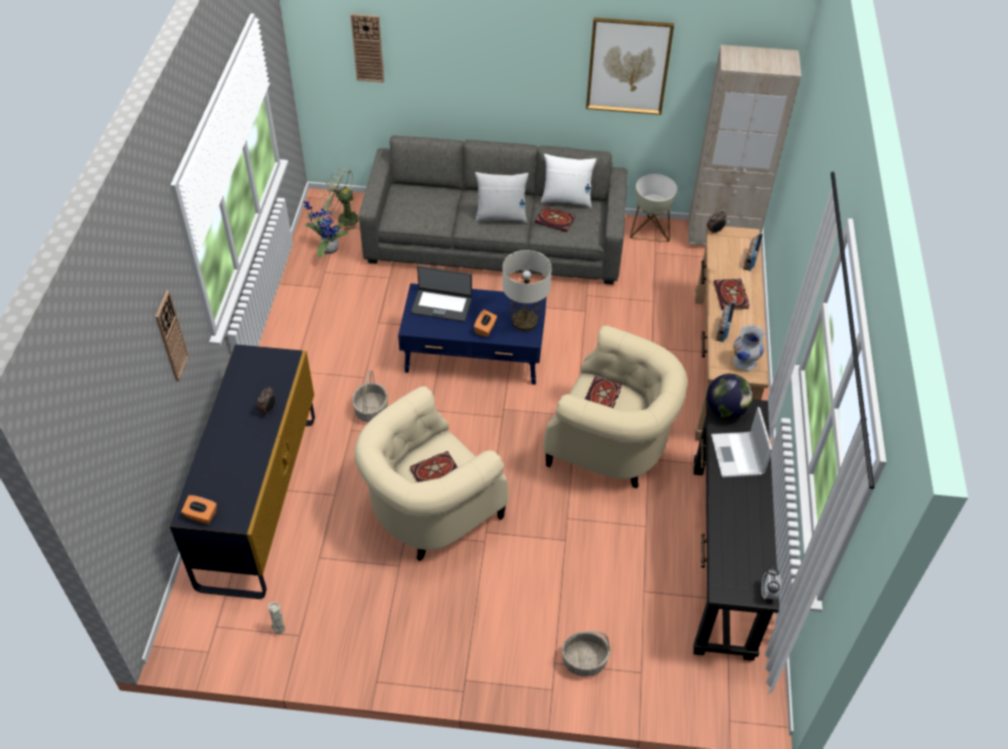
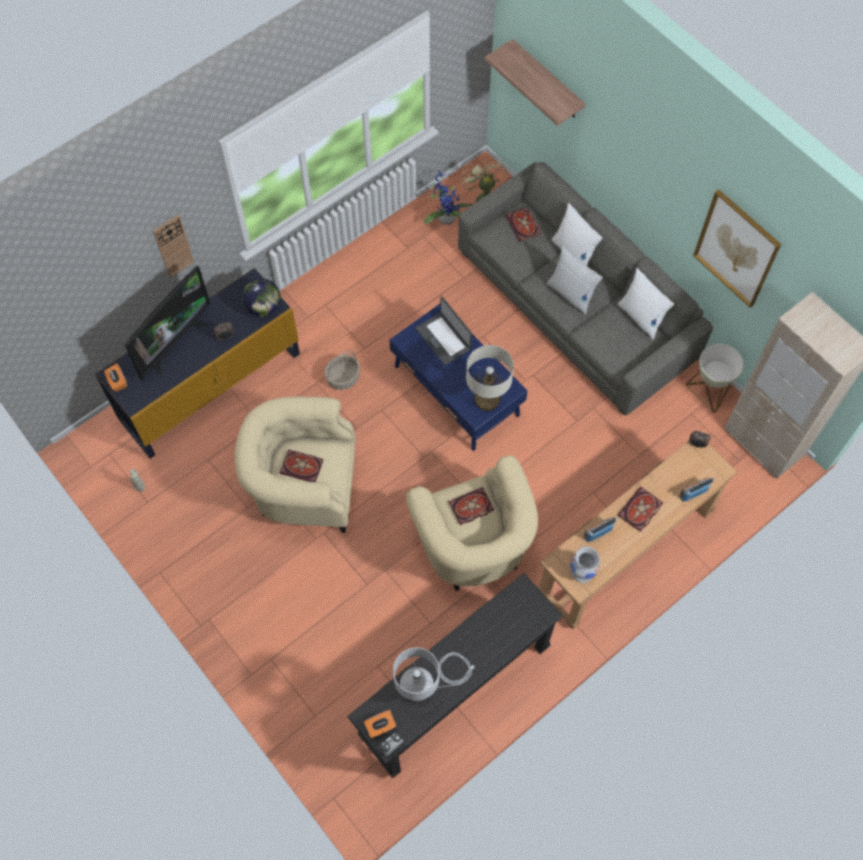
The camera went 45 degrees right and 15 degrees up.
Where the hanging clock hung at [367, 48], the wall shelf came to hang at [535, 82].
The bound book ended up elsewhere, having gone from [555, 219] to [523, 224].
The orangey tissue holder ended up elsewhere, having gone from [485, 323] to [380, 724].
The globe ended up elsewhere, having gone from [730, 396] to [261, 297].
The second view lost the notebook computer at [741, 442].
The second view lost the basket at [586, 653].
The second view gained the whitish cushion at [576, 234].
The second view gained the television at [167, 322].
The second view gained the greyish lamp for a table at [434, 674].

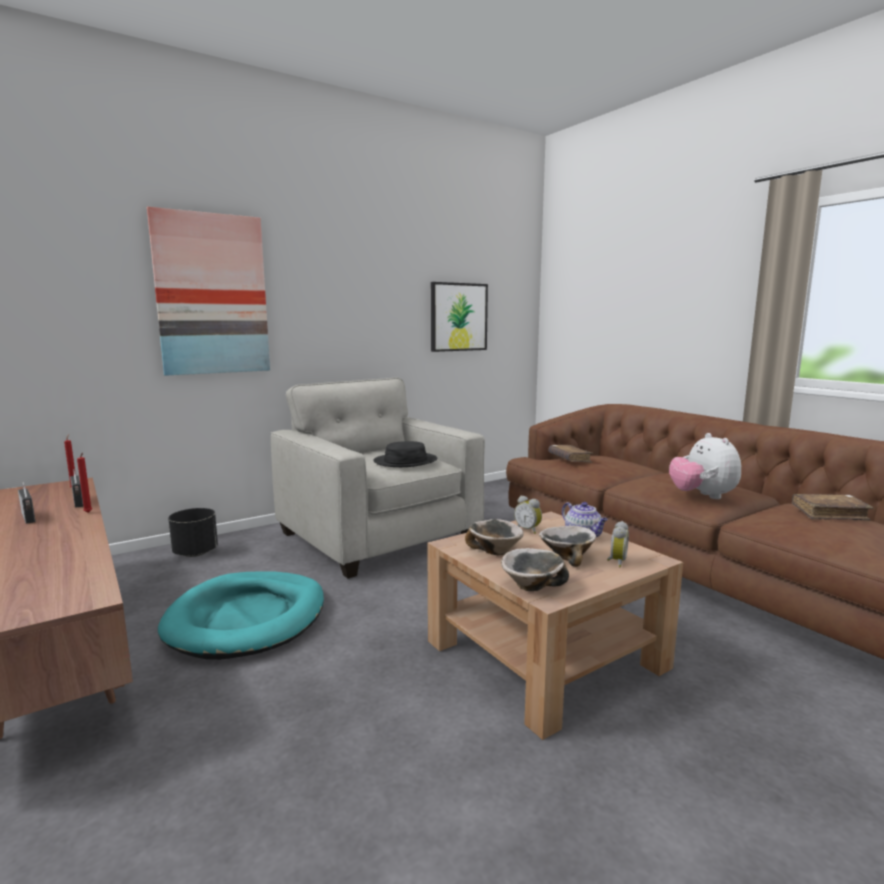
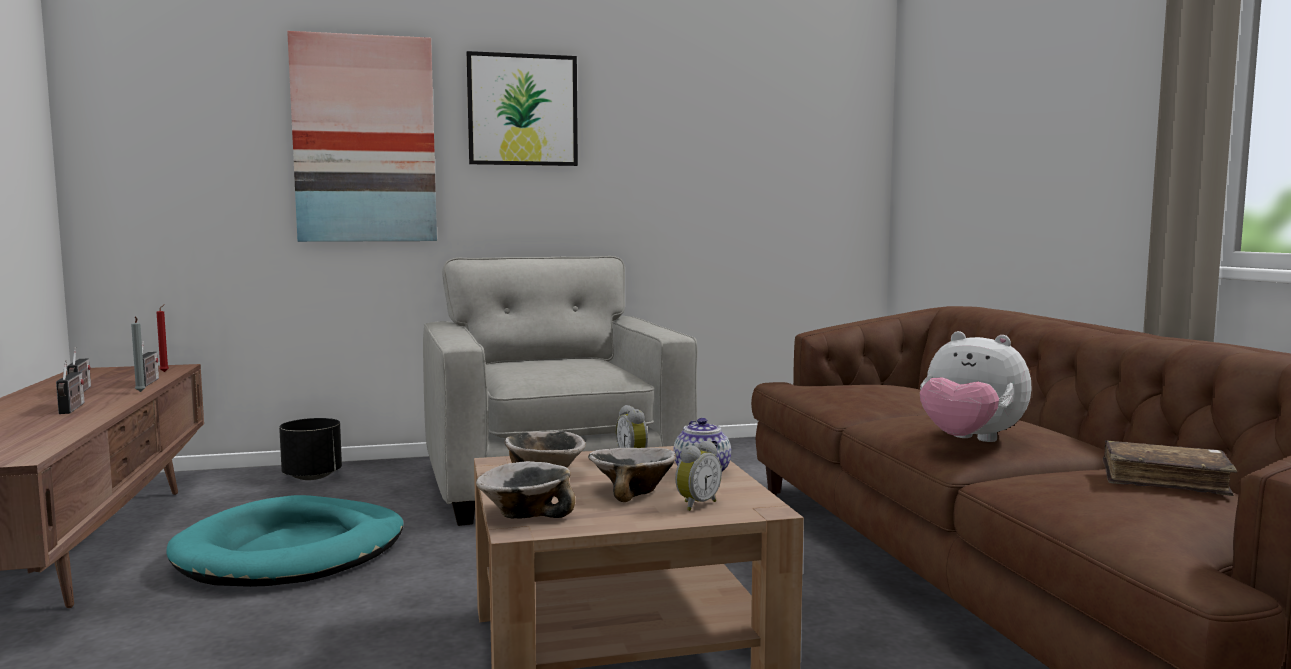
The camera went 20 degrees right and 5 degrees down.
The wall picture ended up elsewhere, having gone from [459, 317] to [522, 108].
The cuddly toy at [705, 466] ended up facing another way, 60 degrees counterclockwise from before.
The second view lost the black-coloured hat at [405, 454].
The second view lost the brown-coloured bound book at [570, 454].
What was the reddish wax candle at [84, 483] turned into the greyish wax candle at [138, 354].
The second view gained the radio set at [70, 387].

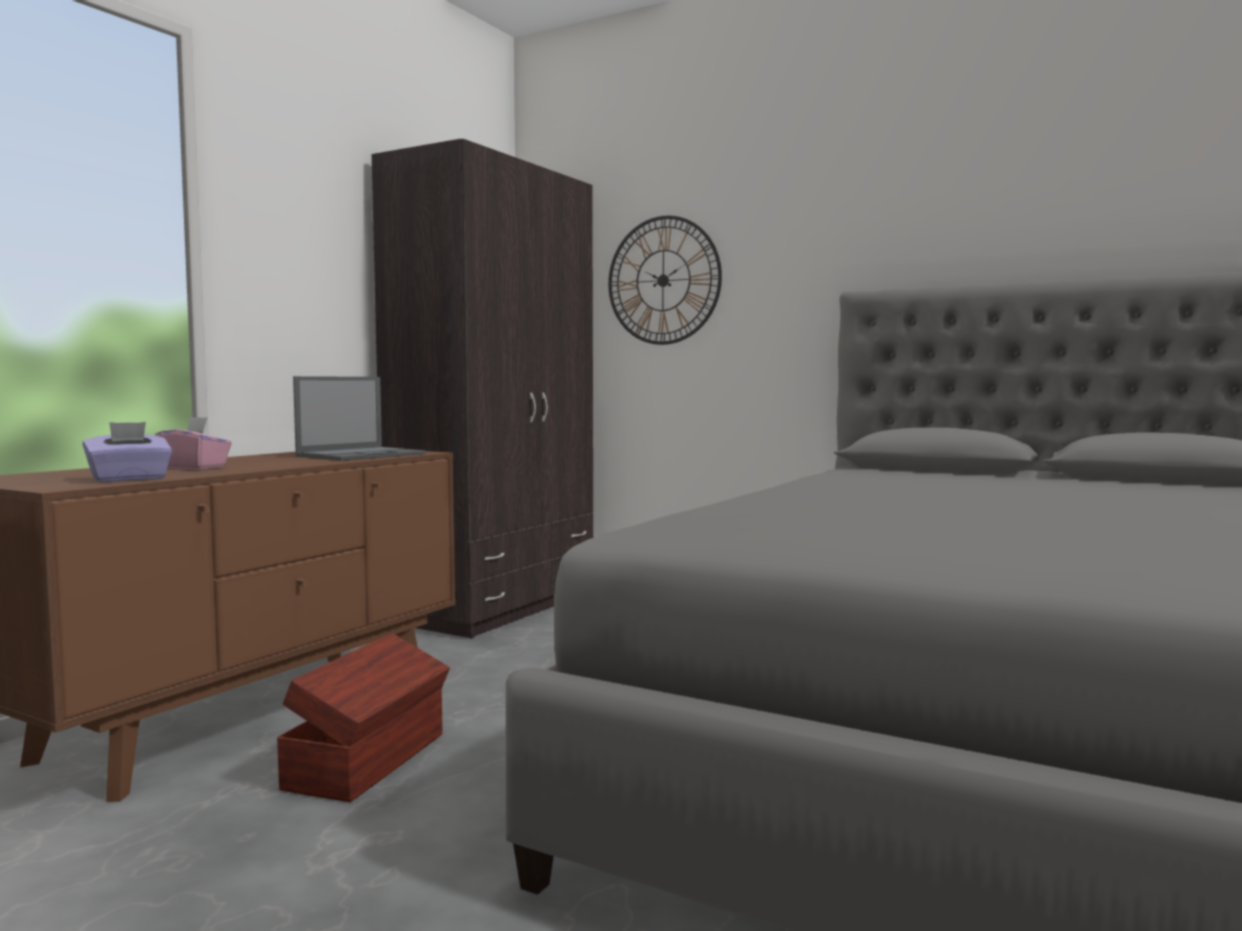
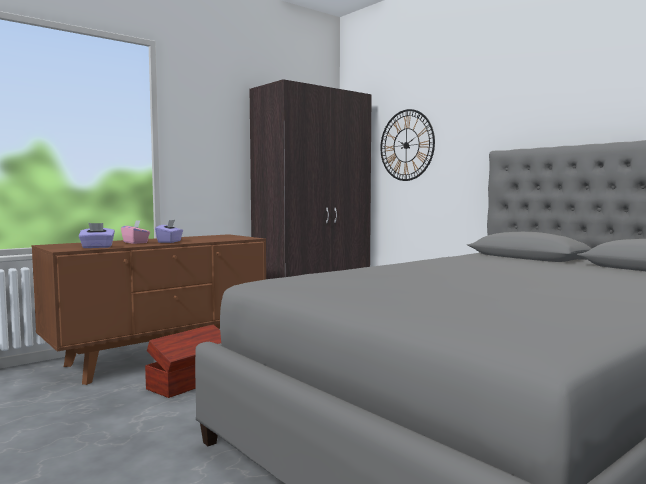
The camera went 20 degrees right and 0 degrees up.
The second view lost the notebook computer at [359, 418].
The second view gained the purple tissue holder at [169, 231].

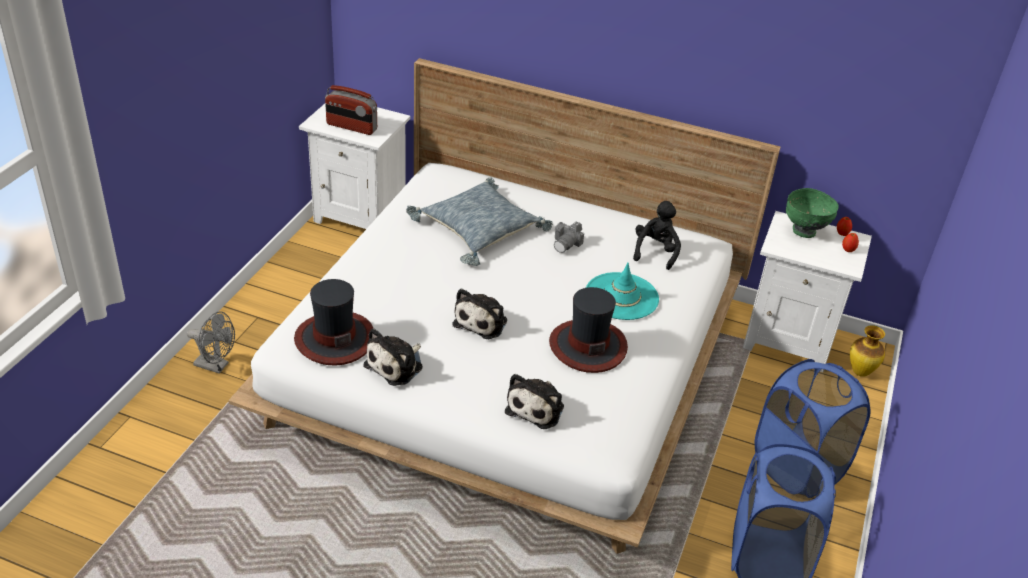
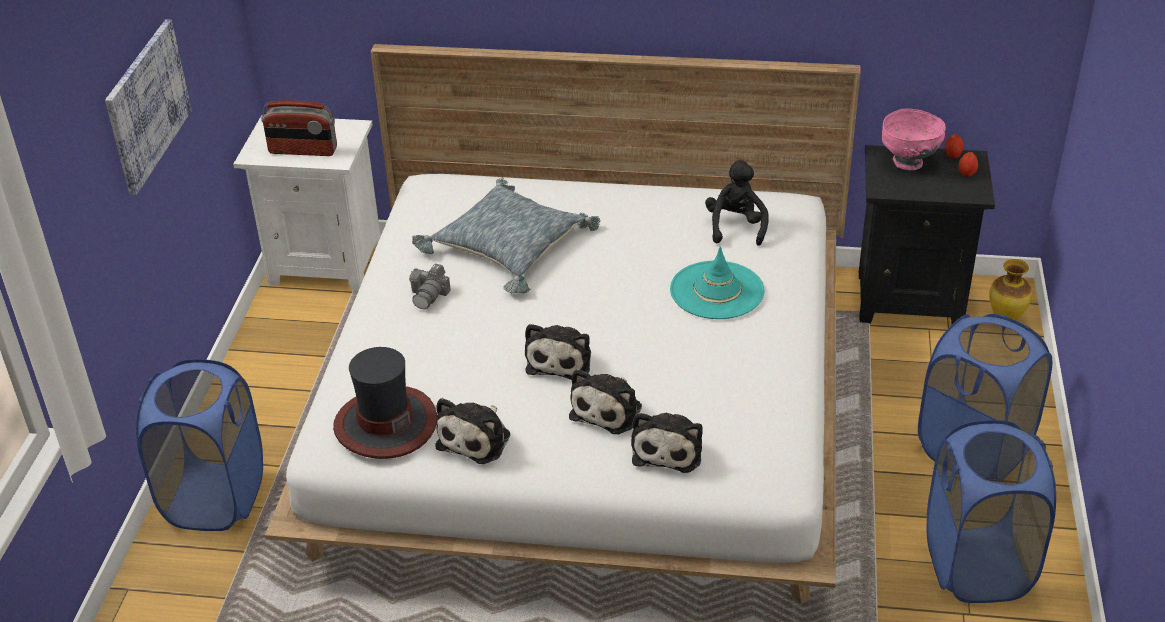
The camera went 10 degrees left and 0 degrees up.
What was the greenish deep dish at [812, 213] turned into the pink-coloured deep dish at [914, 139].
What was the whitish nightstand at [807, 287] turned into the black-coloured nightstand at [927, 235].
The still camera ended up elsewhere, having gone from [569, 237] to [430, 287].
The second view lost the hat at [588, 330].
Where the greyish cooling fan stood at [211, 342], the blue-coloured hamper came to stand at [199, 445].
The second view gained the wall picture at [148, 107].
The second view gained the cuddly toy at [605, 401].

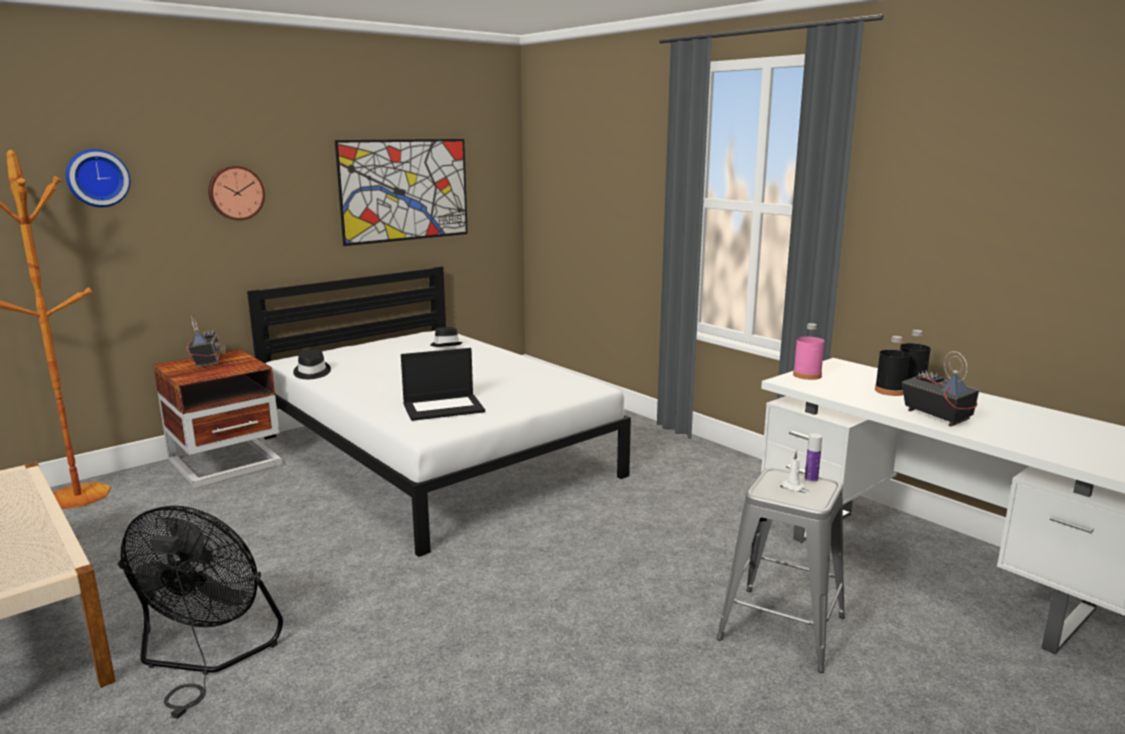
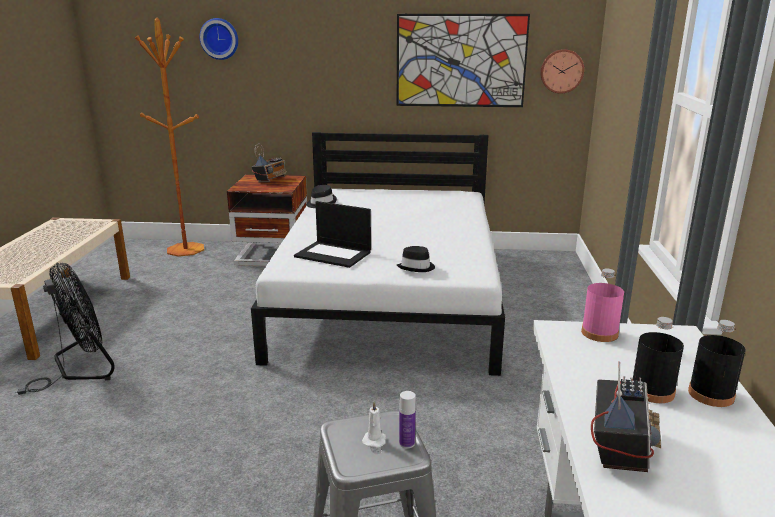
The camera went 45 degrees right and 5 degrees up.
The hanging clock ended up elsewhere, having gone from [236, 193] to [562, 71].
The black-coloured hat ended up elsewhere, having gone from [446, 337] to [416, 259].

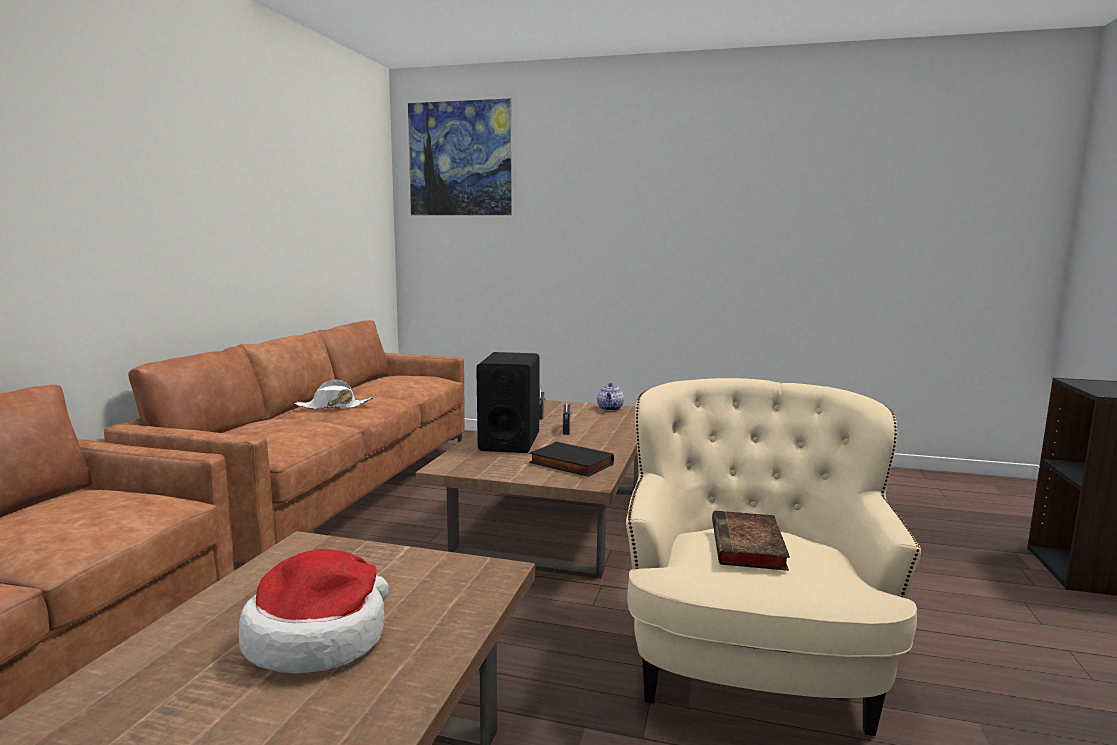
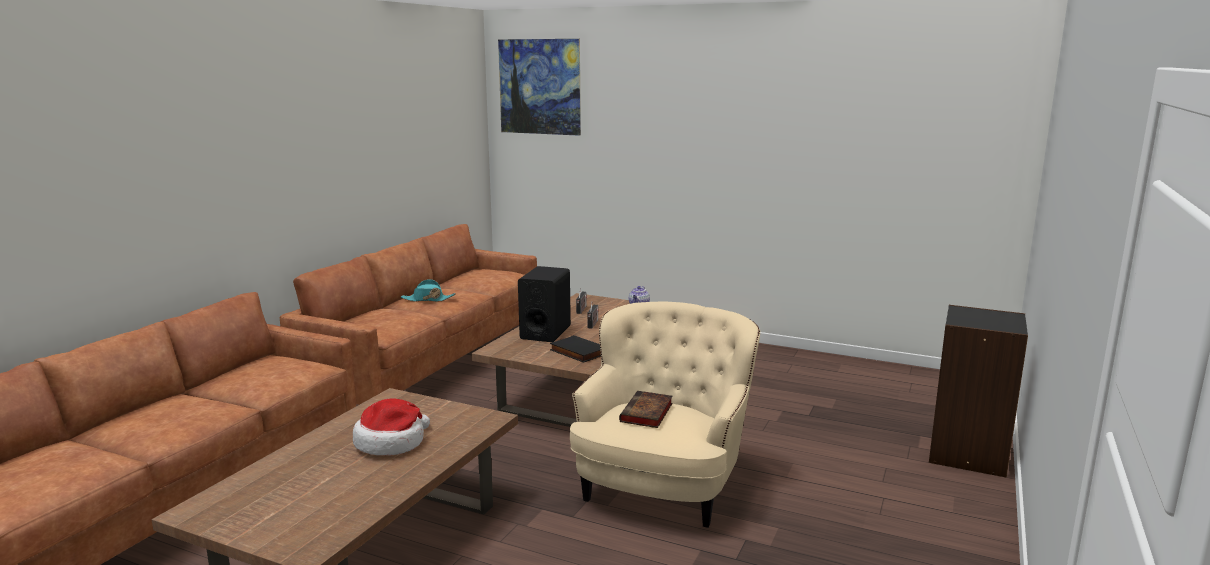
The camera went 10 degrees right and 5 degrees up.
What was the whitish hat at [333, 394] turned into the turquoise-coloured hat at [428, 290].

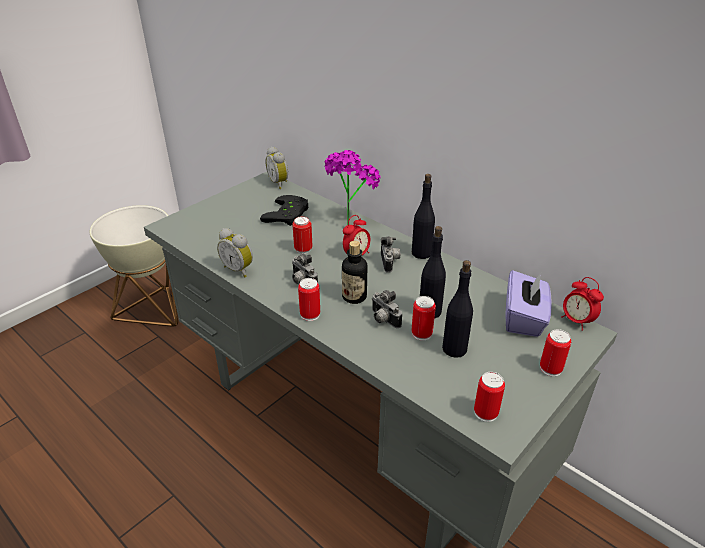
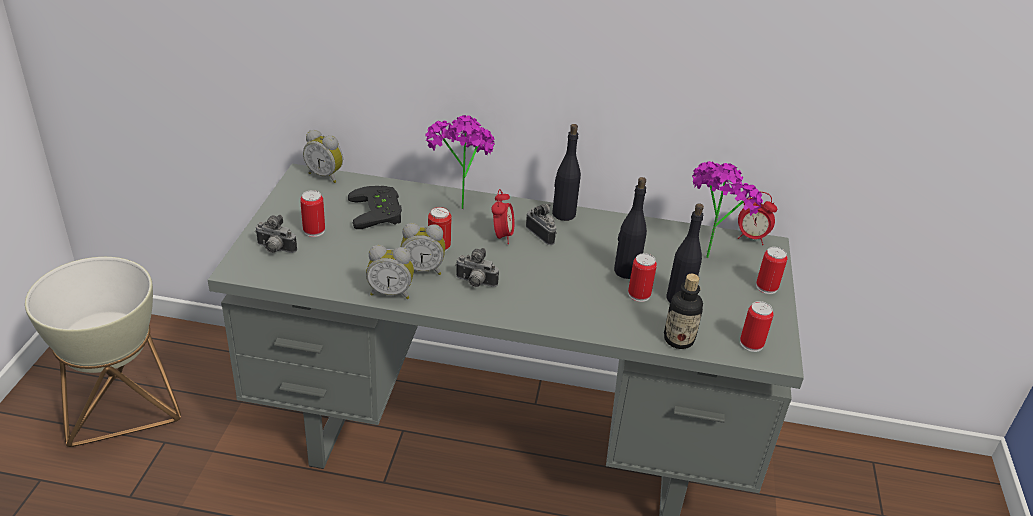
The camera went 35 degrees left and 0 degrees up.
The drink bottle ended up elsewhere, having gone from [354, 272] to [683, 311].
Where the purple tissue holder stood at [529, 303], the houseplant came to stand at [727, 209].
The sealed can ended up elsewhere, having gone from [309, 299] to [312, 213].
The still camera ended up elsewhere, having gone from [387, 309] to [276, 234].
The second view gained the bedside clock at [423, 249].

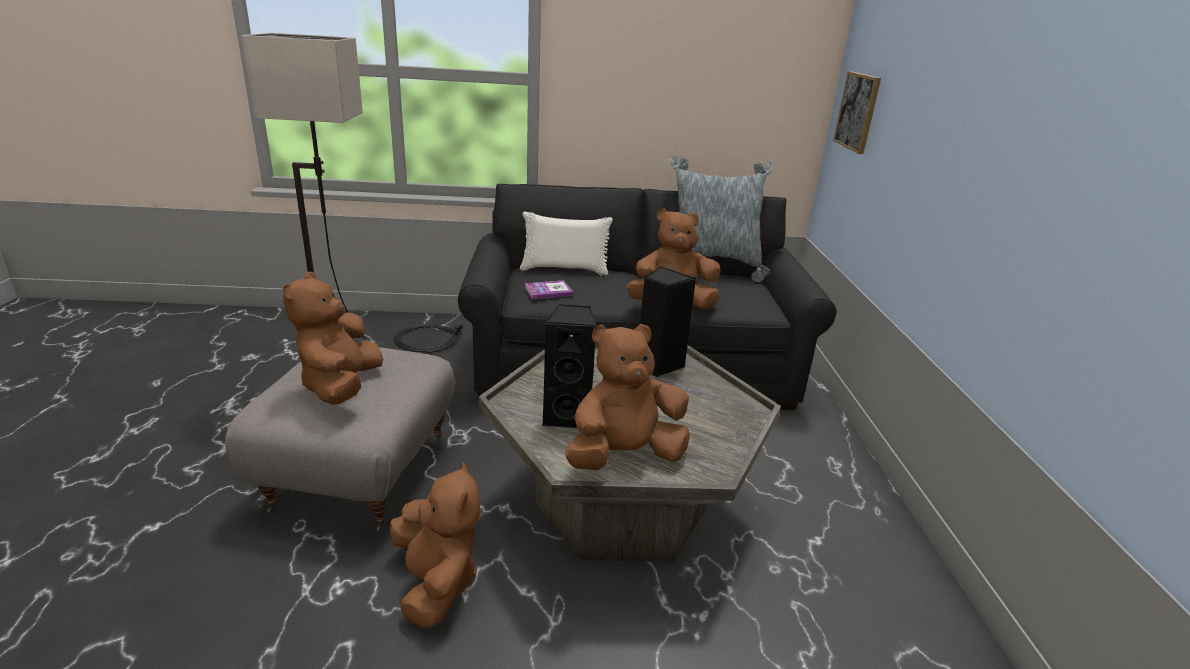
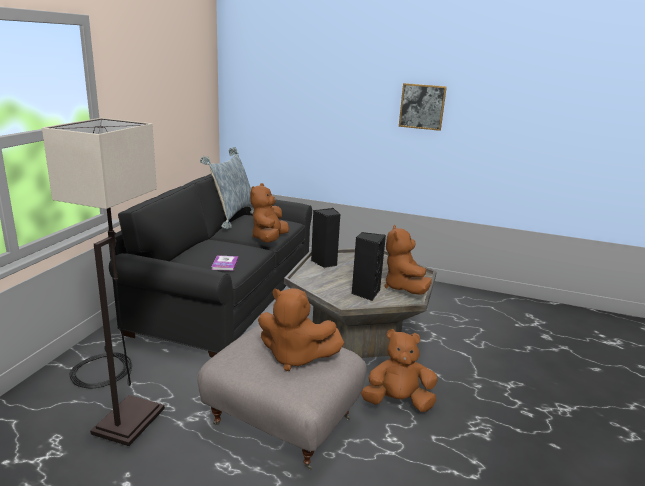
The camera went 70 degrees left and 5 degrees down.
The wall picture ended up elsewhere, having gone from [857, 112] to [423, 107].
The second view lost the whitish cushion at [566, 244].

